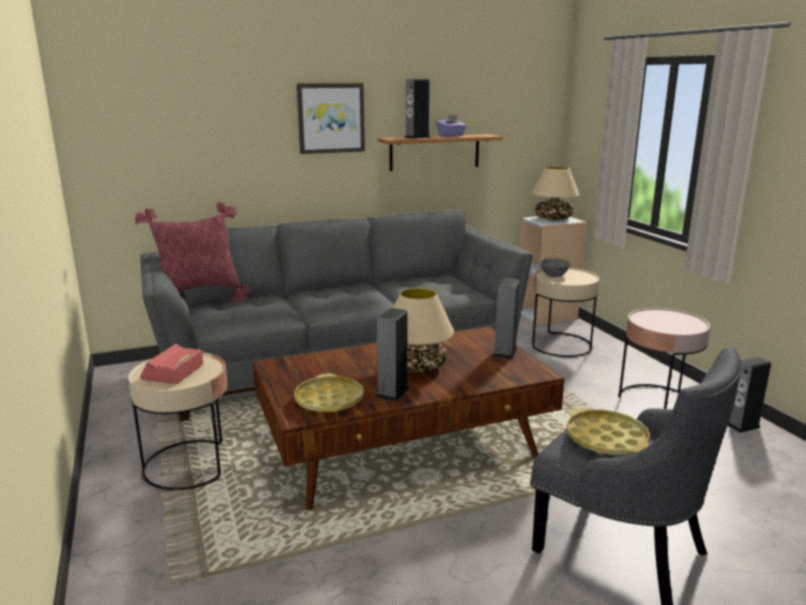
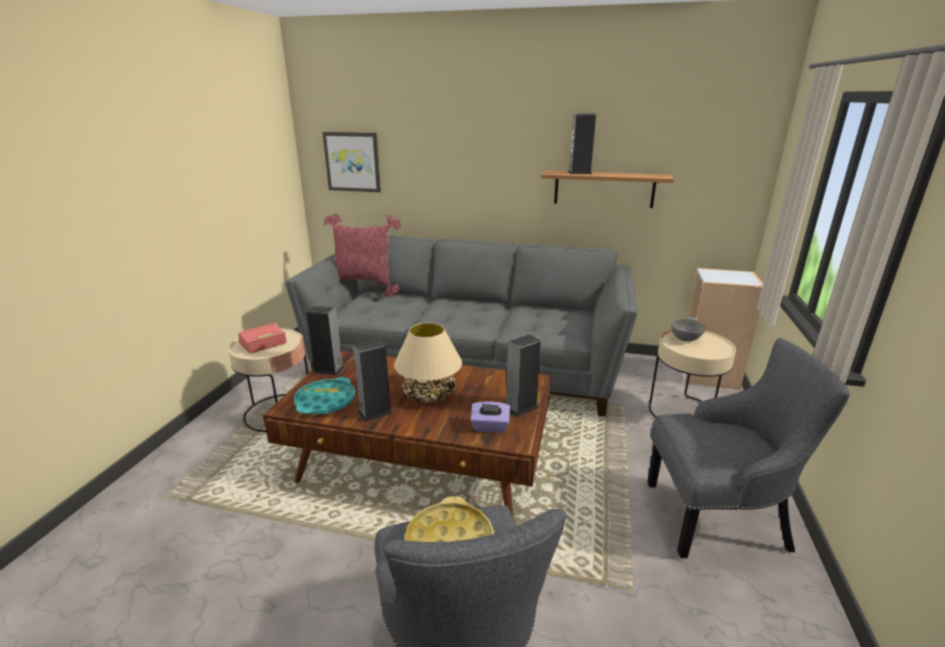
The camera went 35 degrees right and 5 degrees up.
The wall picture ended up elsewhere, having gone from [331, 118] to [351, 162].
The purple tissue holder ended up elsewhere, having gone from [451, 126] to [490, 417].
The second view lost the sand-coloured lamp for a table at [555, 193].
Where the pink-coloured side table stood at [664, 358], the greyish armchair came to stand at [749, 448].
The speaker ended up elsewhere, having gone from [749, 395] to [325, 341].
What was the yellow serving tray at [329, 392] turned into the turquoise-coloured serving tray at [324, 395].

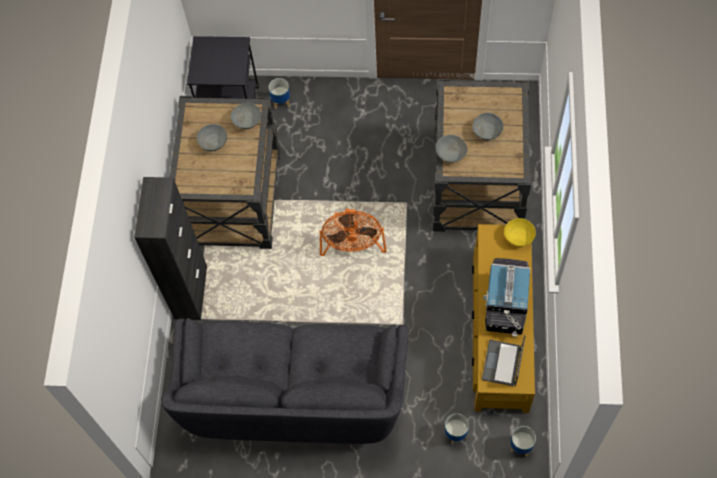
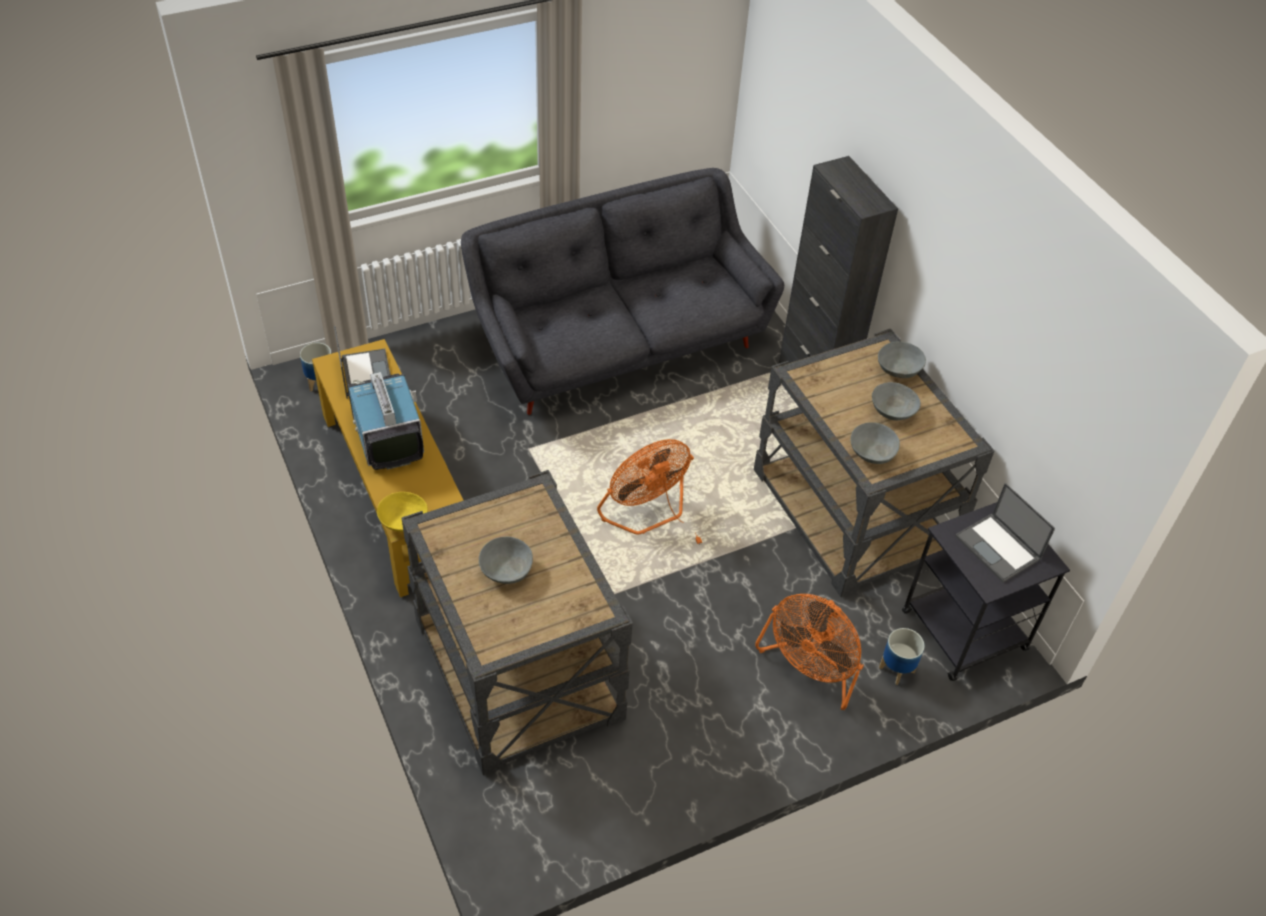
The camera went 145 degrees right and 15 degrees down.
The greyish deep dish ended up elsewhere, having gone from [451, 149] to [902, 360].
The second view lost the planter at [457, 429].
The second view gained the notebook computer at [1005, 532].
The second view gained the orangey cooling fan at [809, 652].

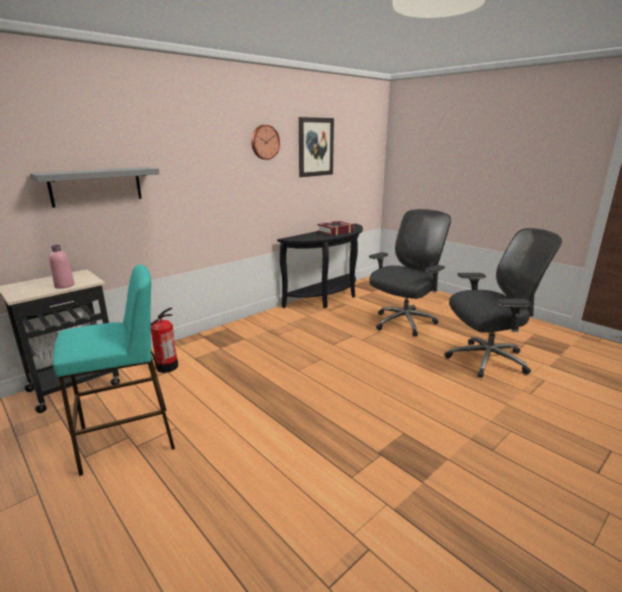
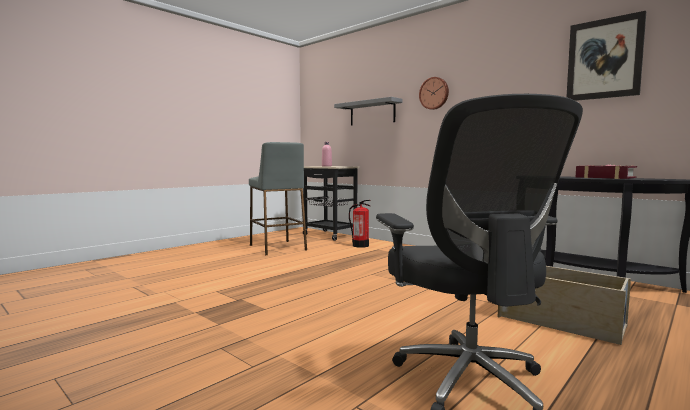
The camera went 85 degrees right and 15 degrees down.
The hanging clock ended up elsewhere, having gone from [265, 142] to [434, 93].
Where the computer chair stood at [410, 273], the sand-coloured storage container came to stand at [564, 305].
What was the turquoise-coloured sitting stool at [114, 370] turned into the greyish sitting stool at [278, 198].

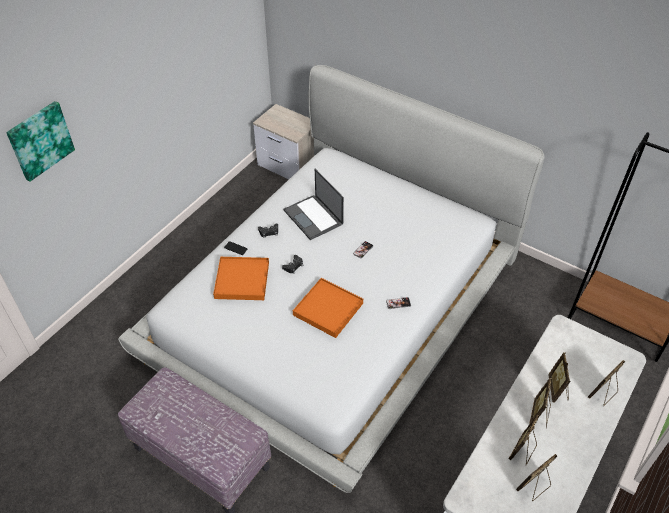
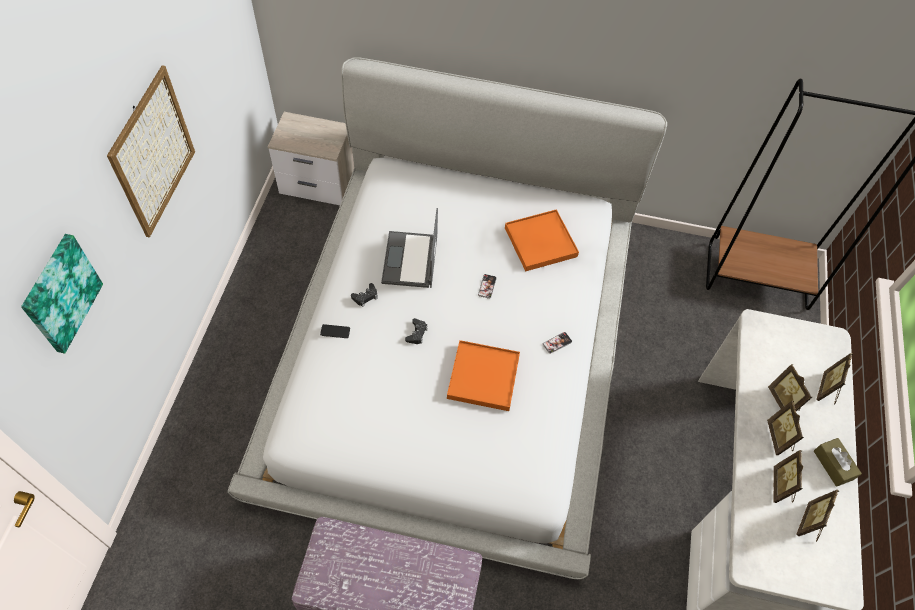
The camera went 25 degrees left and 10 degrees up.
The notebook computer at [314, 204] ended up facing another way, 60 degrees clockwise from before.
The orangey serving tray ended up elsewhere, having gone from [241, 278] to [542, 240].
The second view gained the wall picture at [151, 151].
The second view gained the brown-coloured tissue holder at [838, 462].

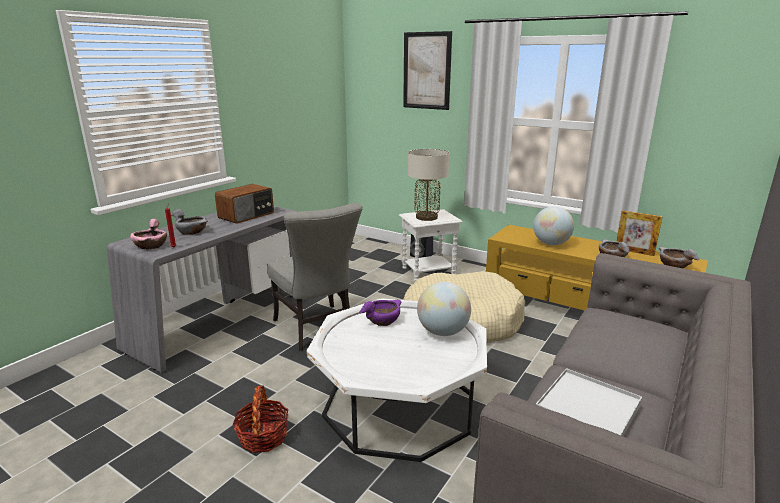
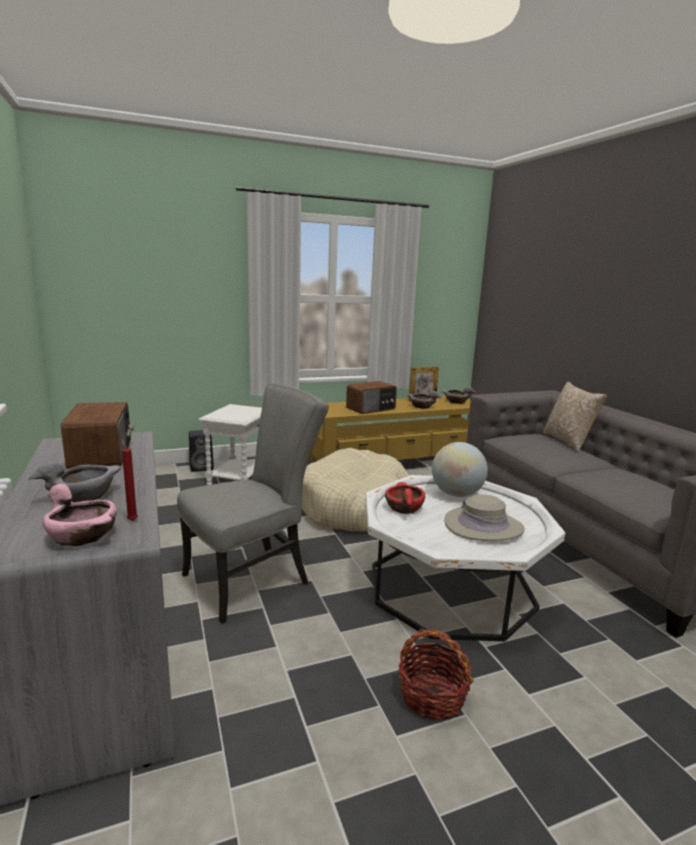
The camera went 55 degrees left and 5 degrees down.
The second view lost the wall picture at [427, 70].
The second view lost the lamp for a table at [428, 185].
The greyish upright chair at [315, 277] ended up facing another way, 45 degrees counterclockwise from before.
Where the globe stood at [553, 225], the radio set came to stand at [371, 397].
What was the purple deep dish at [380, 313] turned into the reddish deep dish at [405, 498].
The second view lost the whitish serving tray at [589, 402].
The second view gained the cushion at [575, 417].
The second view gained the sand-coloured hat at [484, 517].

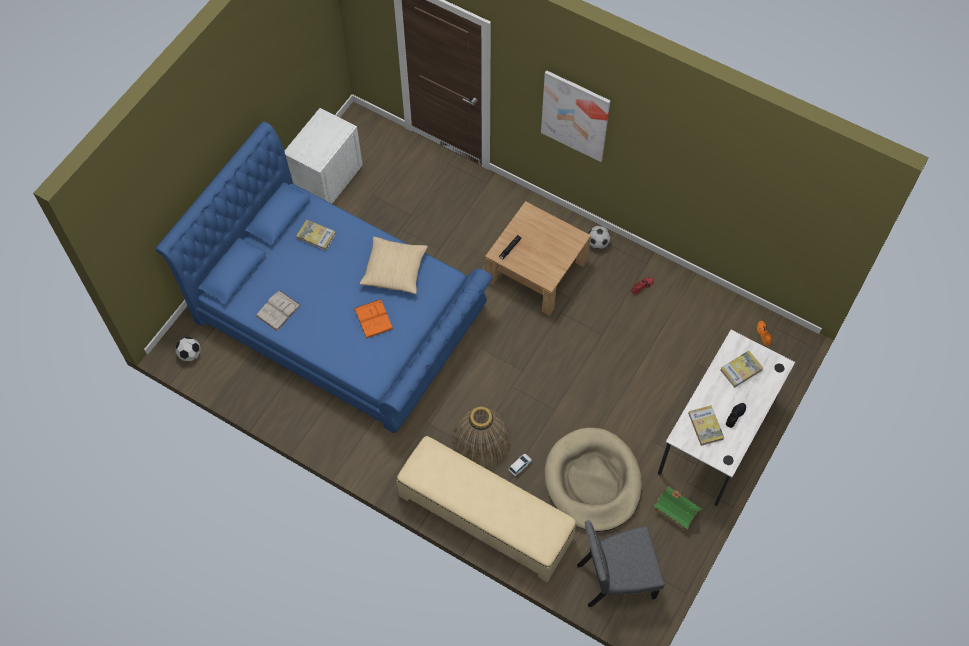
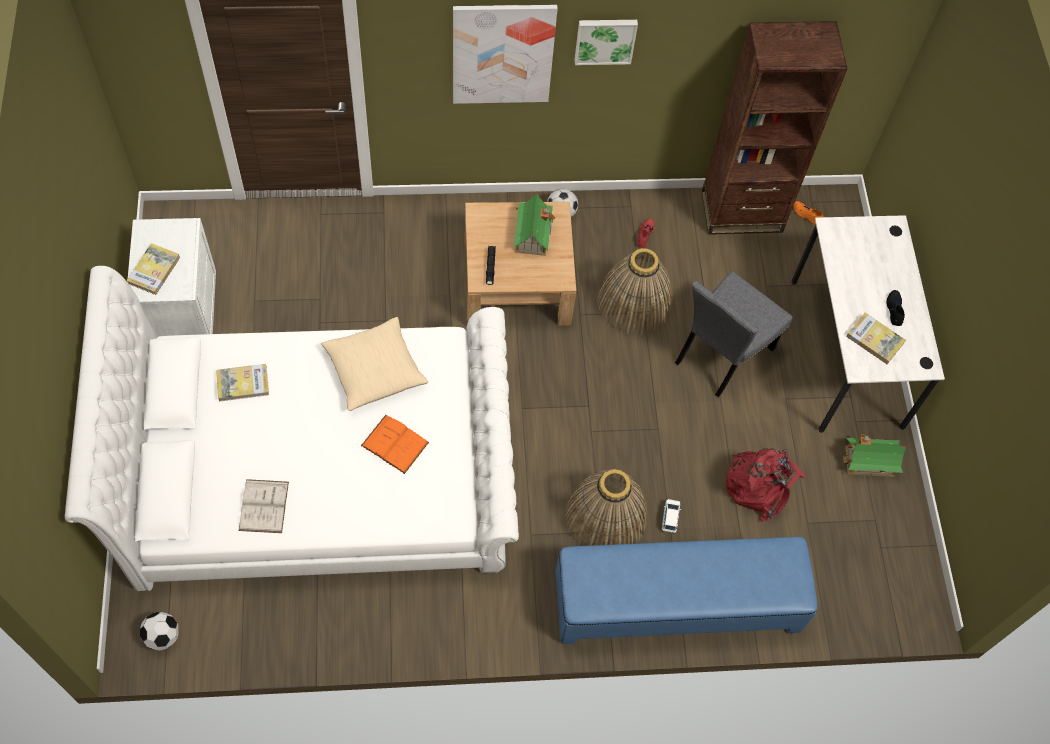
The camera went 40 degrees left and 0 degrees up.
What was the blue-coloured bed at [324, 277] turned into the whitish bed at [292, 428].
The bound book ended up elsewhere, having gone from [741, 369] to [153, 269].
Where the sand-coloured dog bed stood at [593, 480], the reddish knapsack came to stand at [766, 484].
What was the sand-coloured bench at [486, 509] turned into the blue-coloured bench at [686, 590].
The greyish upright chair ended up elsewhere, having gone from [621, 563] to [733, 334].
The second view gained the wall picture at [606, 42].
The second view gained the brown-coloured bookcase at [774, 128].
The second view gained the model house at [534, 224].
The second view gained the basket at [635, 292].

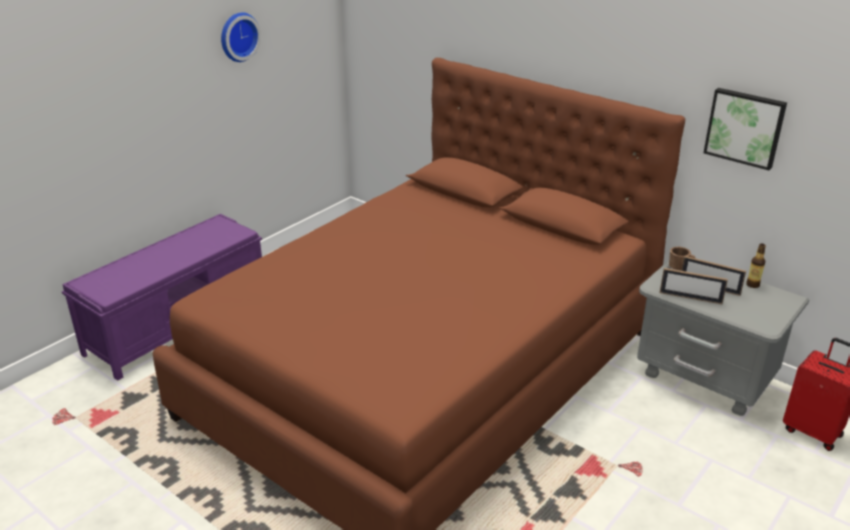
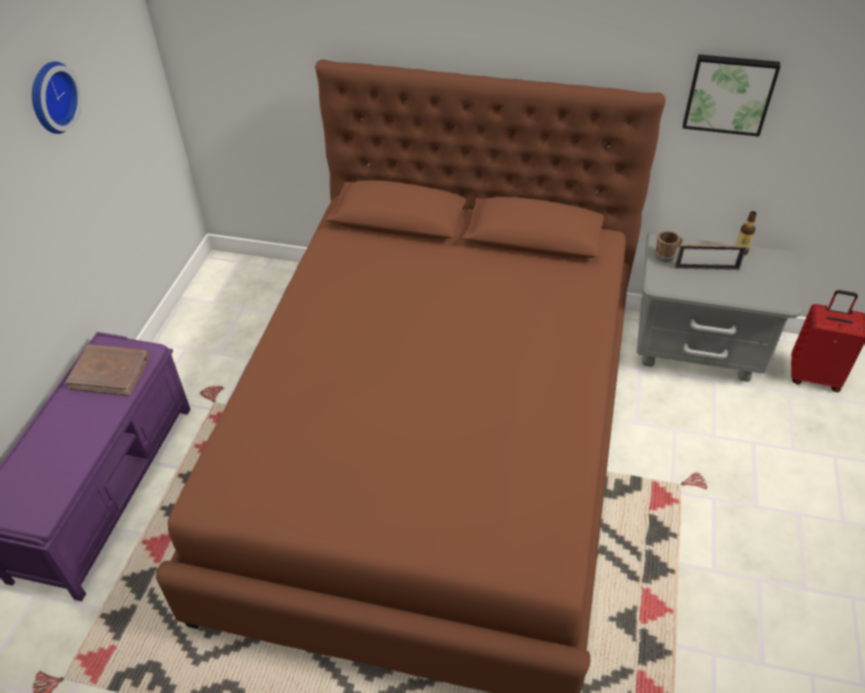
The camera went 25 degrees left and 15 degrees up.
The second view lost the standing frame at [694, 286].
The second view gained the brown-coloured bound book at [107, 370].

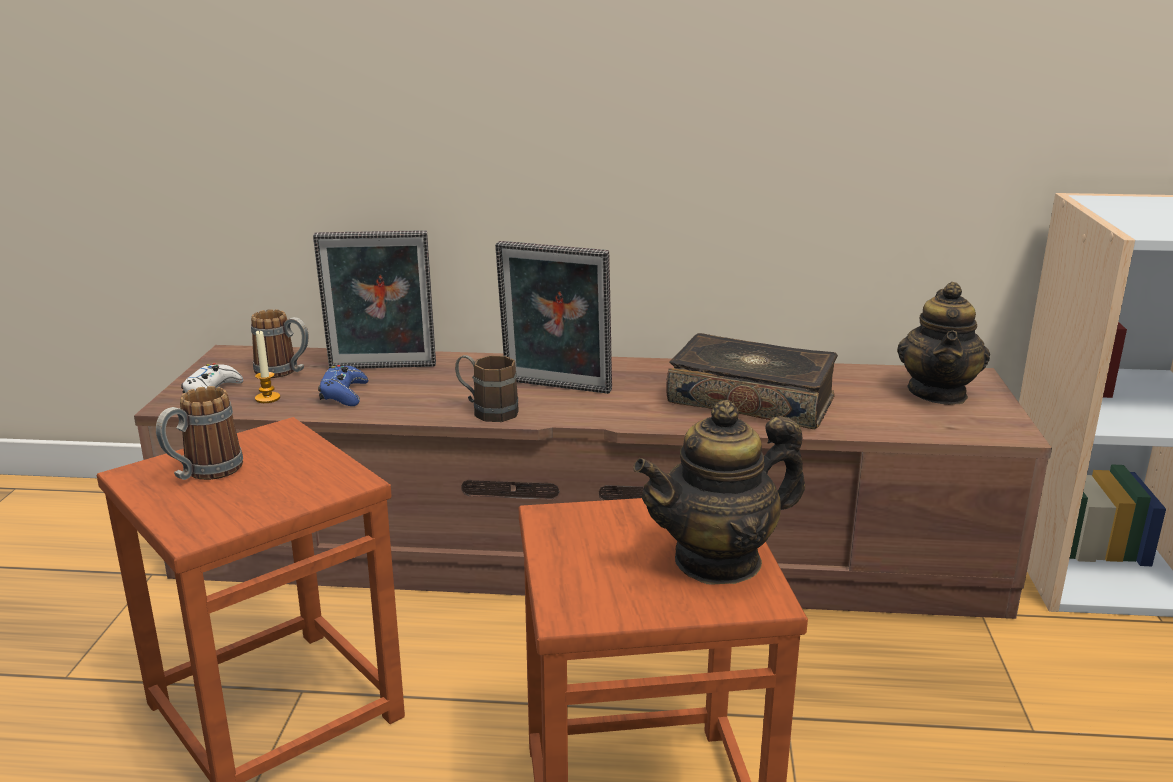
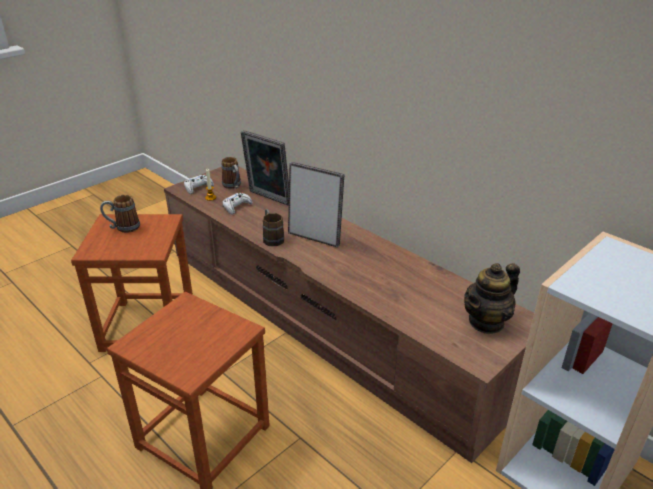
The camera went 40 degrees right and 10 degrees up.
The standing frame at [553, 317] ended up facing another way, 150 degrees clockwise from before.
The second view lost the bound book at [752, 381].
What was the blue-coloured gamepad at [343, 385] turned into the whitish gamepad at [237, 203].
The second view lost the teapot at [719, 492].

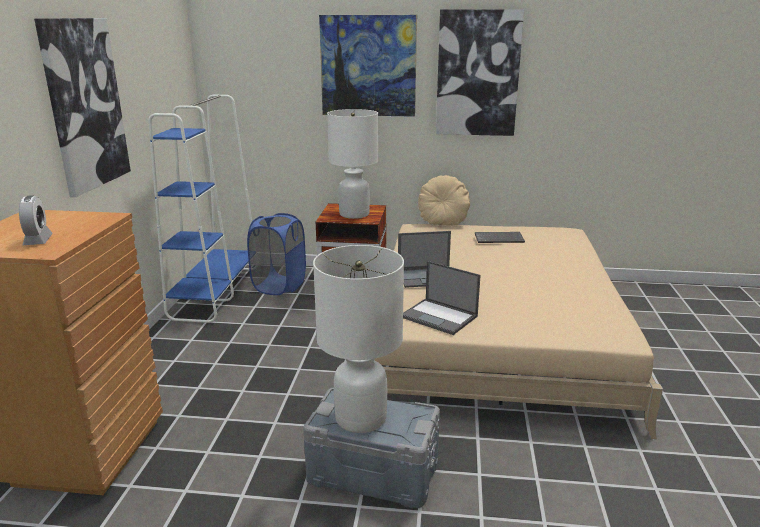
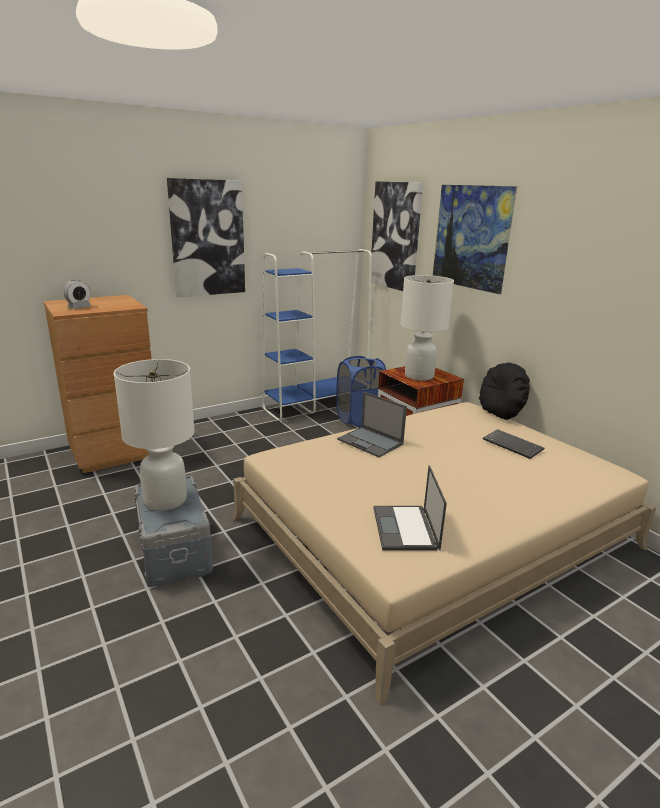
The camera went 50 degrees right and 0 degrees up.
The wall picture ended up elsewhere, having gone from [480, 72] to [397, 236].
What was the sand-coloured cushion at [444, 200] turned into the black-coloured cushion at [504, 391].
The notebook computer ended up elsewhere, having gone from [441, 298] to [410, 508].

